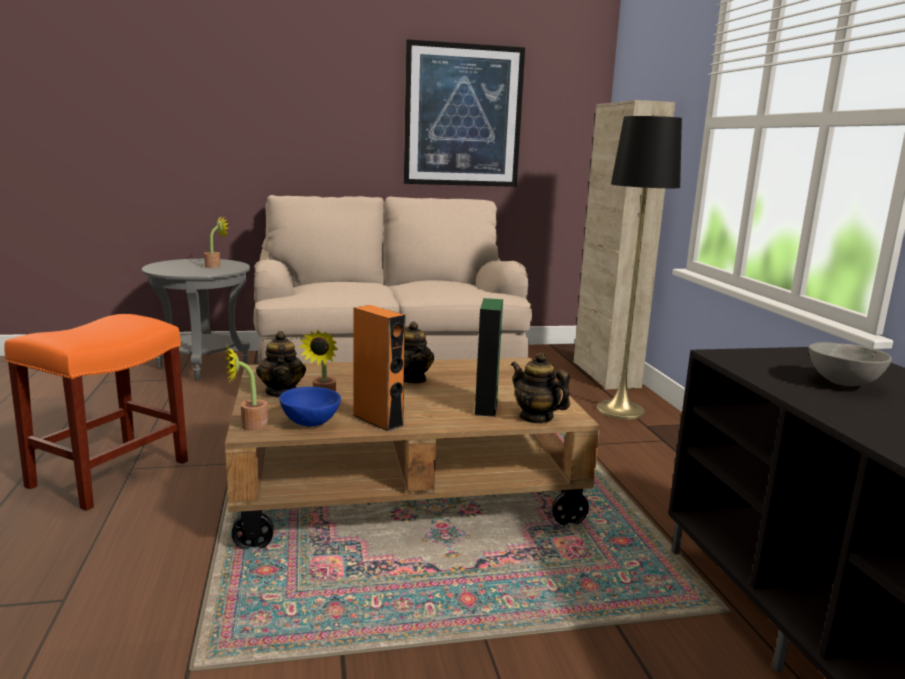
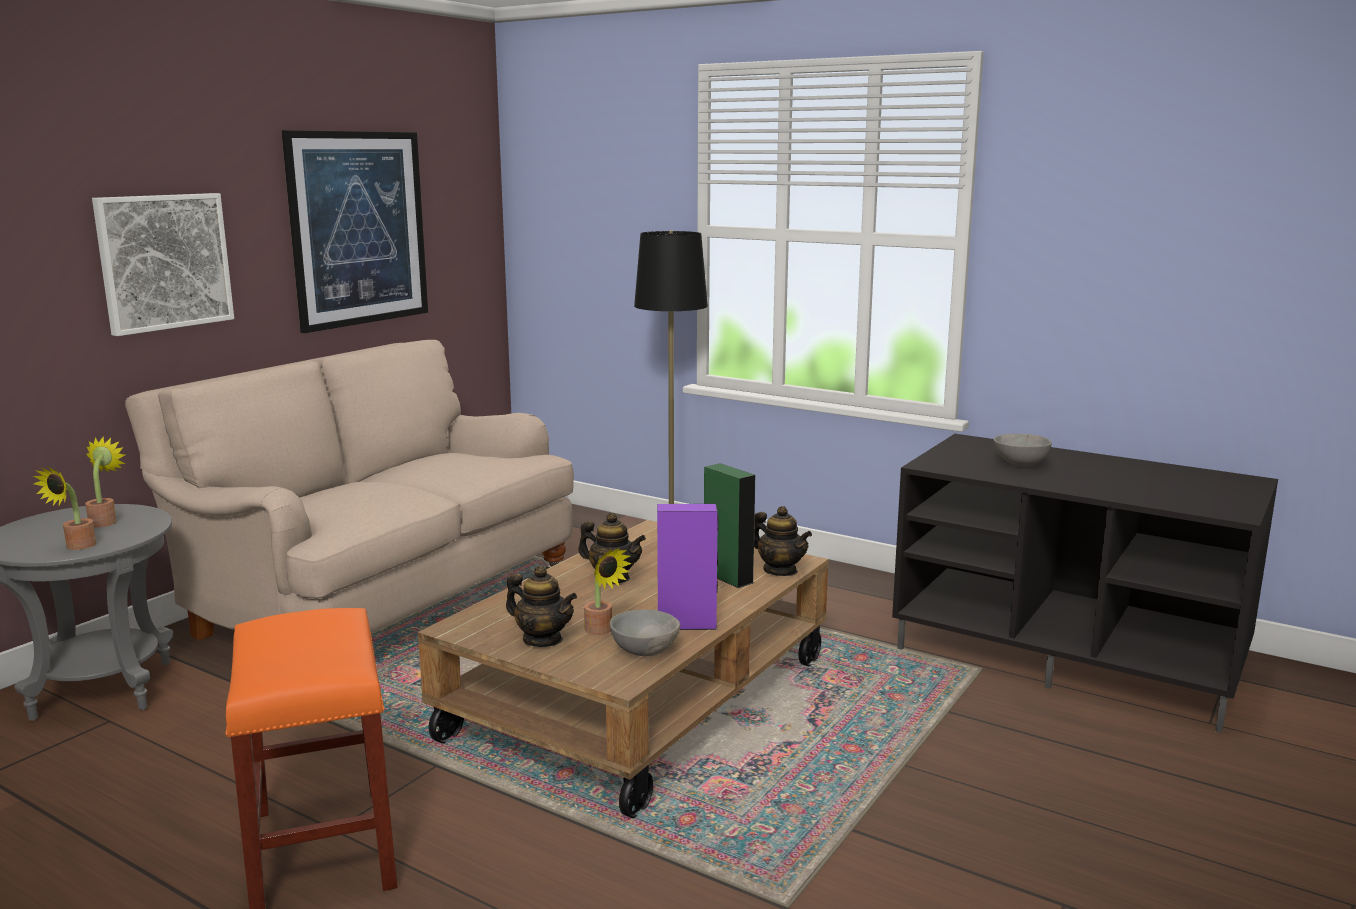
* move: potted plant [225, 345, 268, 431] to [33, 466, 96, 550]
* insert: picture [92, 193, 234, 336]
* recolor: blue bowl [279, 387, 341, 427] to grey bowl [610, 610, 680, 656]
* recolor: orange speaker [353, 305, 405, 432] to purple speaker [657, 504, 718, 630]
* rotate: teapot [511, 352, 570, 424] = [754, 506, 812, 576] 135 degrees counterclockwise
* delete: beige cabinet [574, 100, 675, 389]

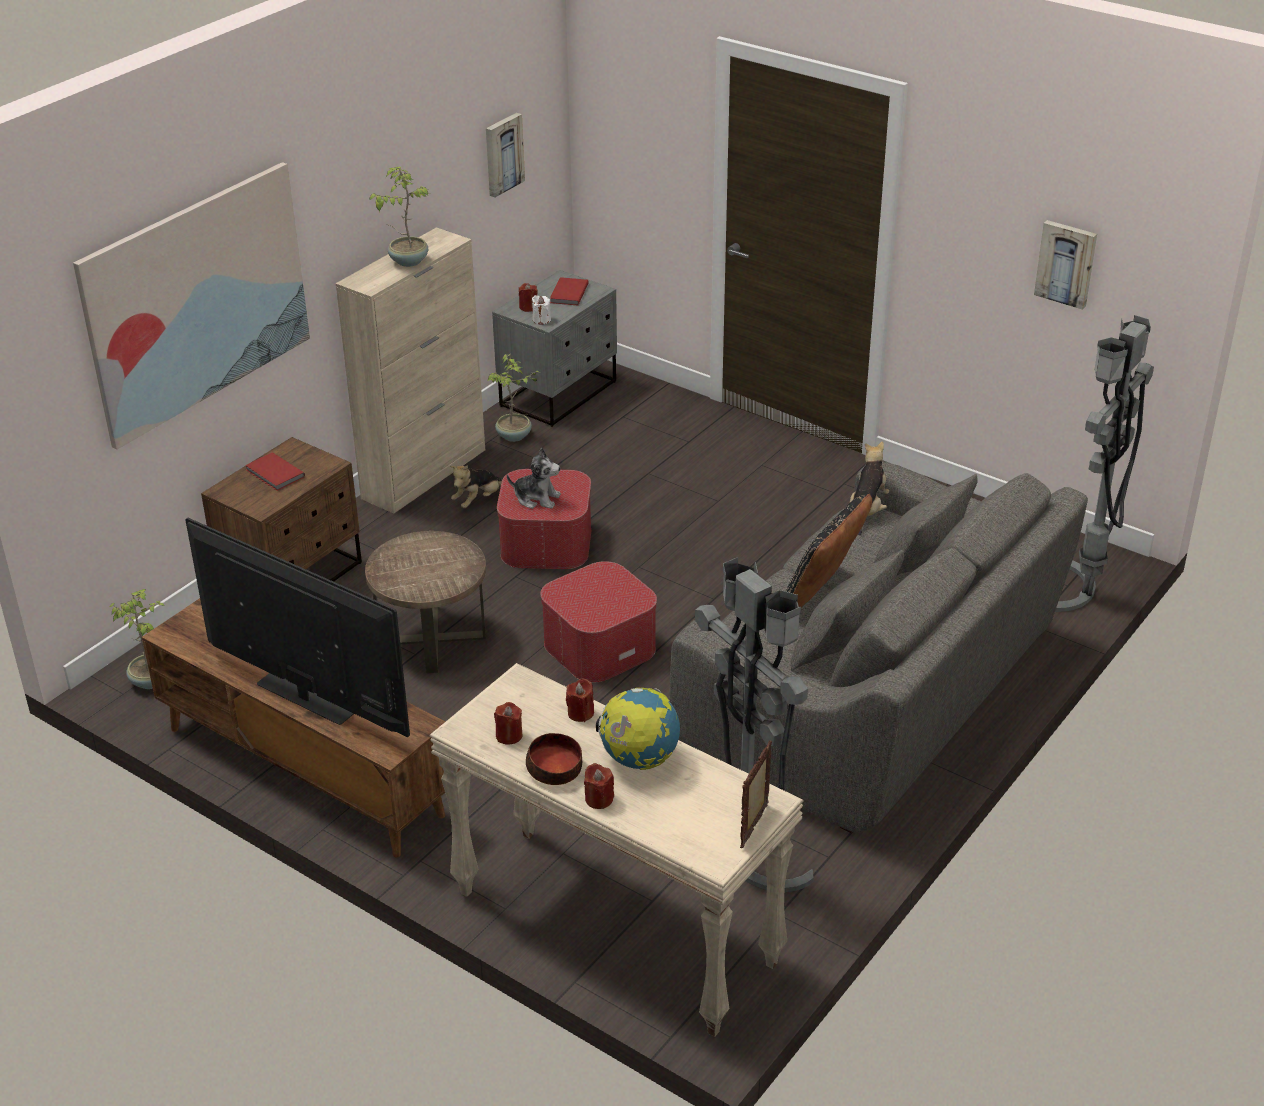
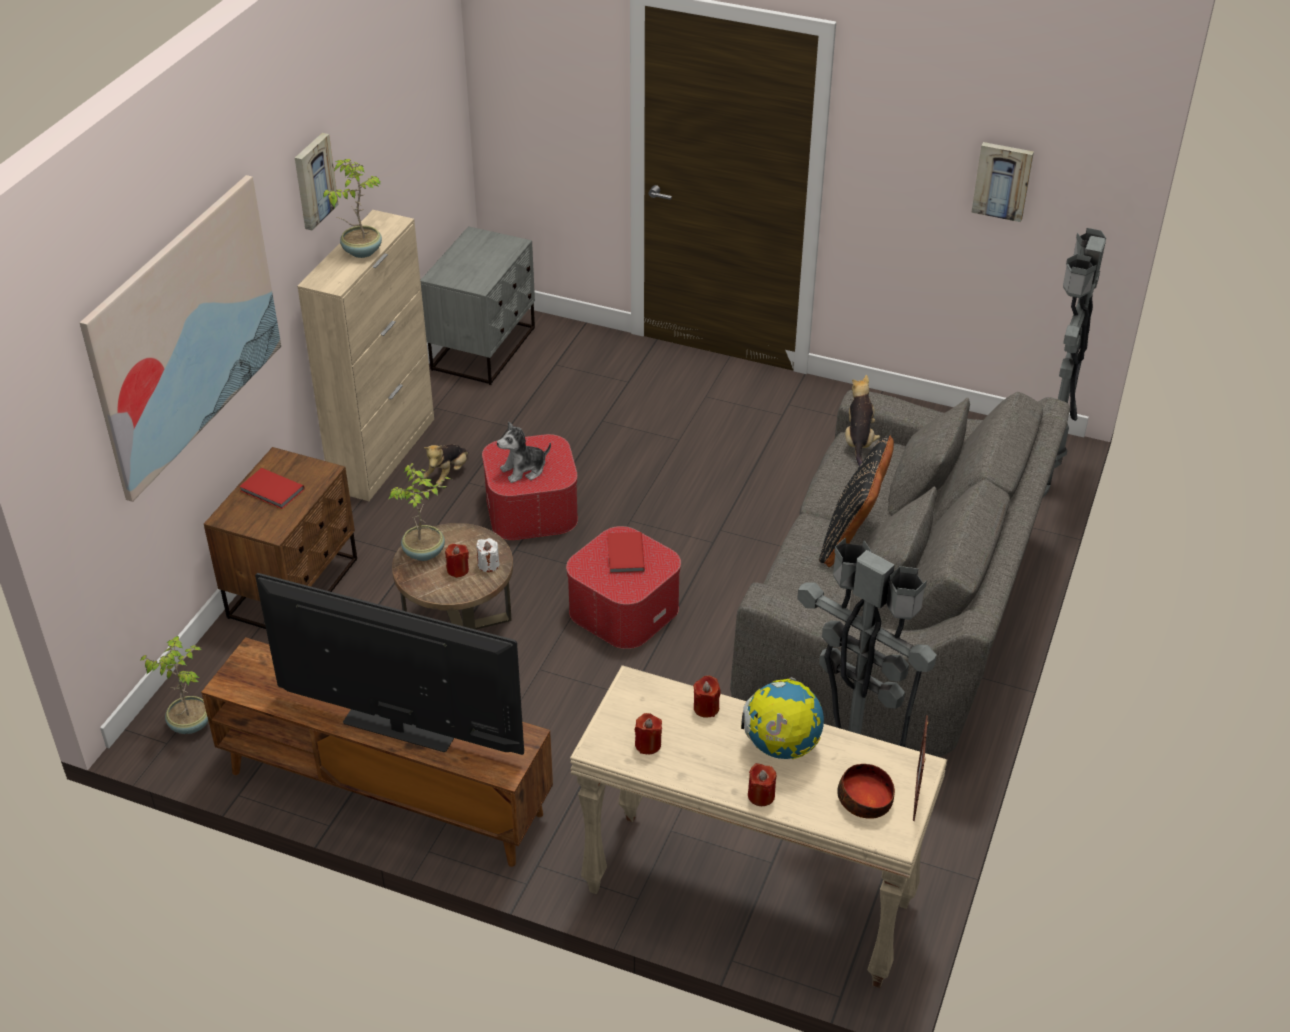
* move: picture [486, 113, 525, 197] to [295, 133, 339, 230]
* move: potted plant [487, 354, 539, 442] to [389, 463, 450, 561]
* move: red candle [519, 283, 538, 312] to [445, 544, 469, 578]
* move: white candle [532, 295, 551, 325] to [476, 538, 499, 572]
* rotate: plush toy [507, 448, 561, 509] = [497, 421, 551, 483] 150 degrees clockwise
* move: red book [550, 277, 589, 305] to [607, 532, 645, 573]
* move: bowl [526, 733, 582, 785] to [837, 764, 895, 819]

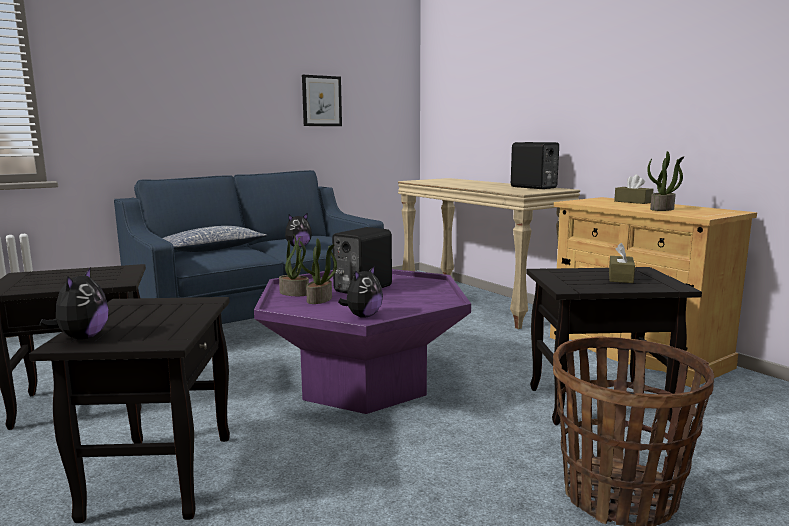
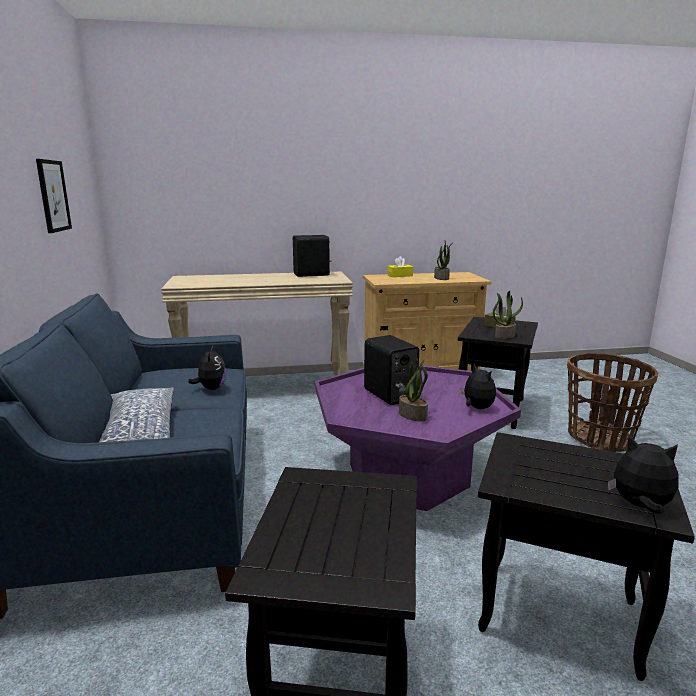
* recolor: brown tissue box [614, 175, 653, 204] to yellow tissue box [388, 256, 413, 277]
* move: potted plant [279, 235, 309, 296] to [493, 291, 523, 339]

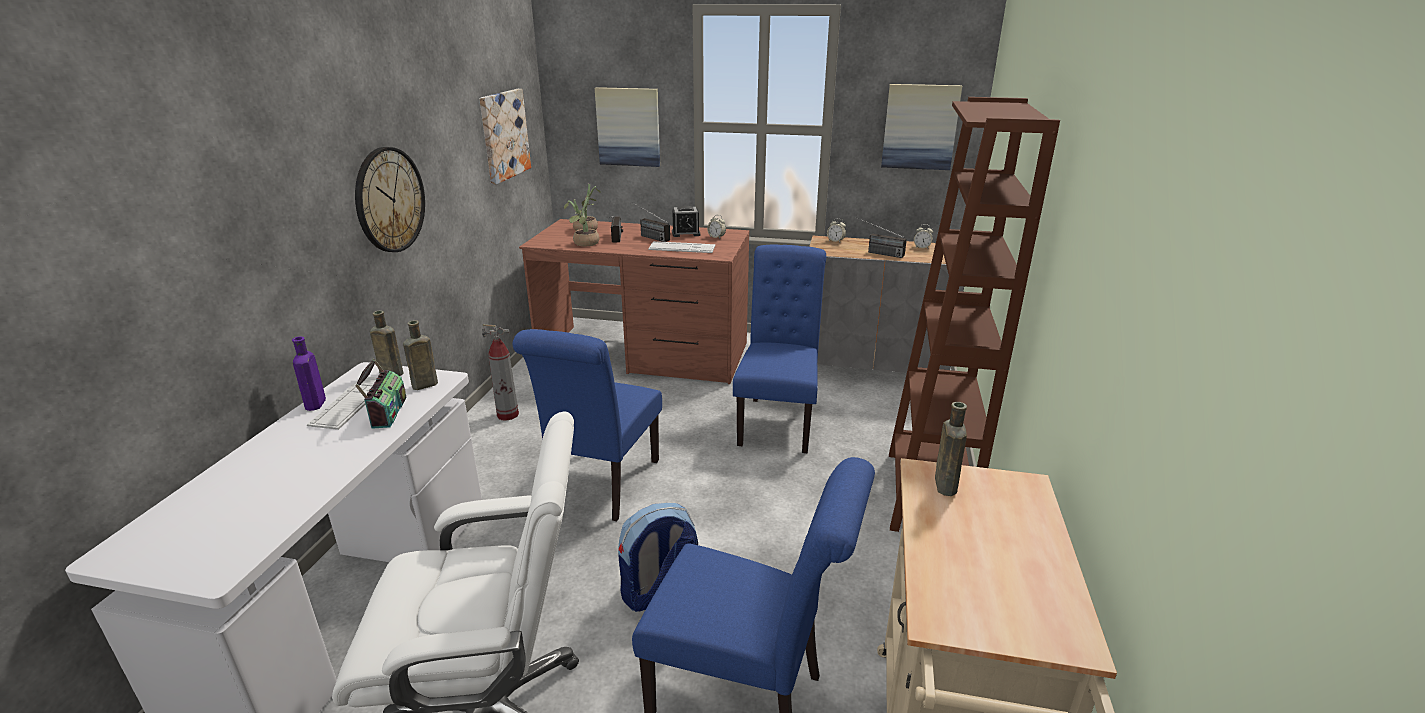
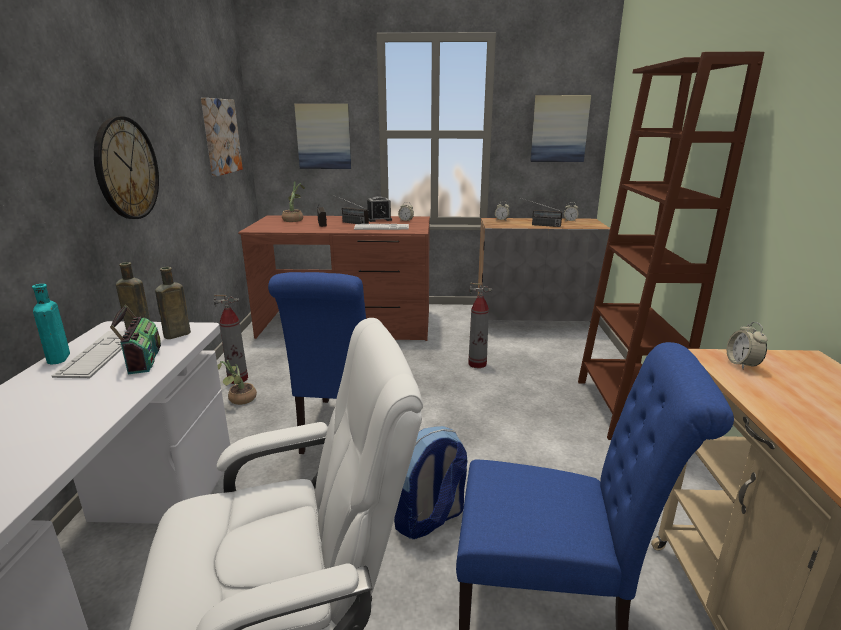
* recolor: purple bottle [292, 337, 326, 411] to turquoise bottle [32, 284, 70, 365]
* move: potted plant [564, 199, 600, 246] to [217, 360, 257, 405]
* replace: blue chair [733, 245, 826, 454] to fire extinguisher [468, 283, 492, 368]
* replace: brown bottle [935, 402, 967, 496] to alarm clock [727, 322, 767, 369]

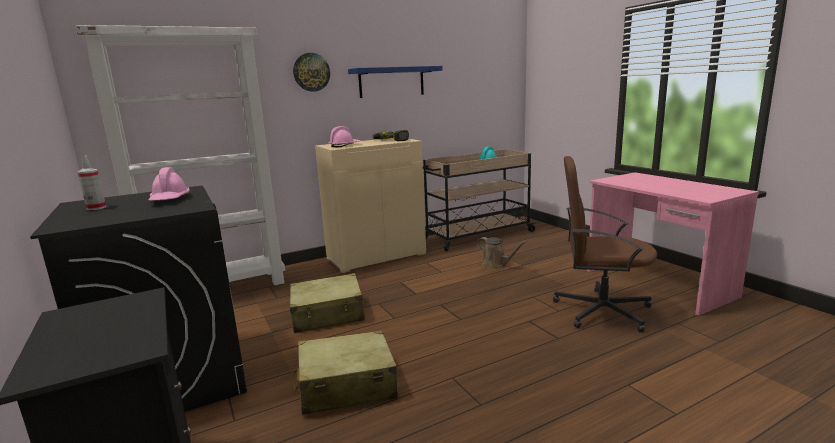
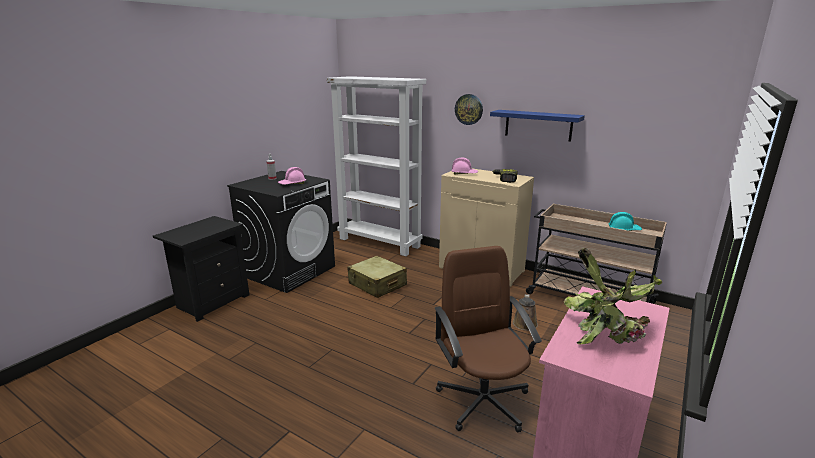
* insert: potted plant [564, 248, 662, 344]
* delete: beige suitcase [292, 330, 398, 415]

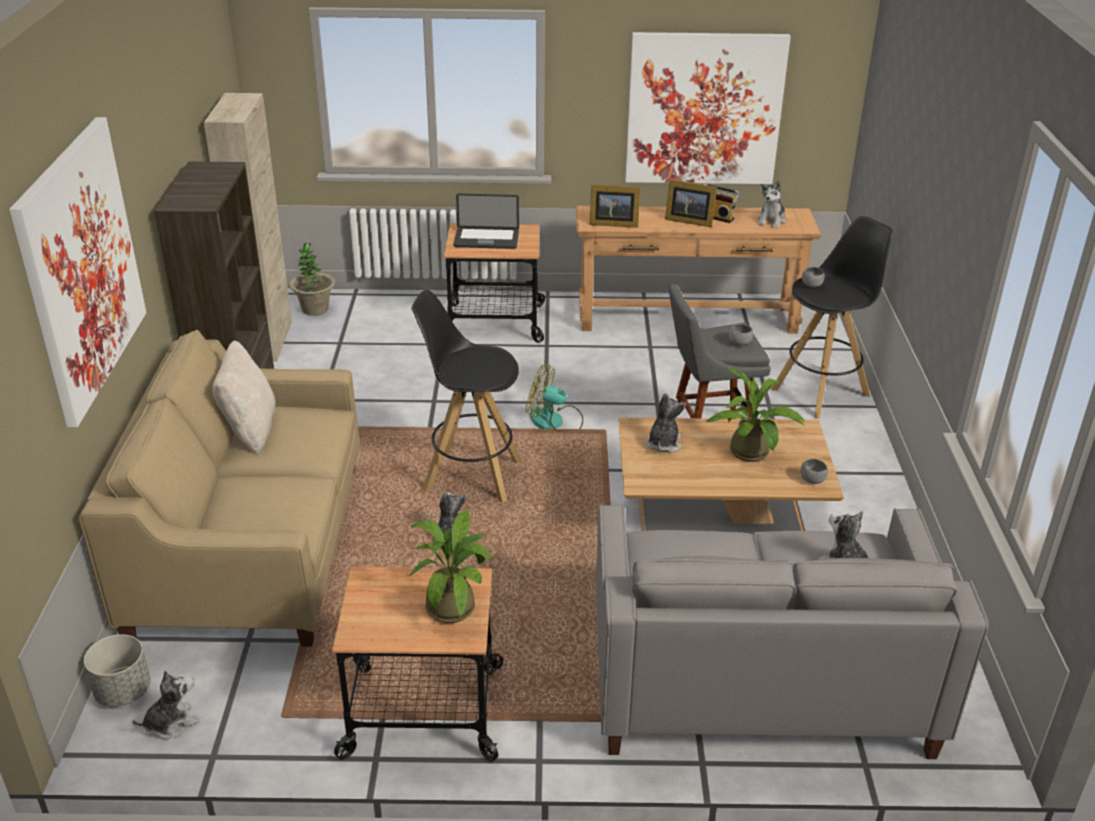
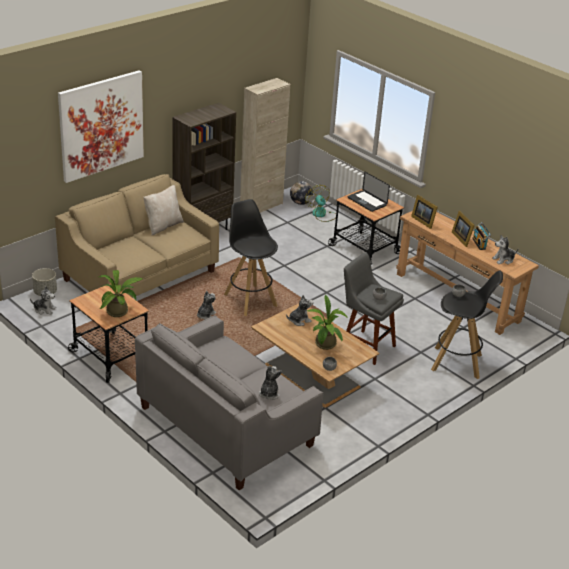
* replace: potted plant [289, 243, 335, 316] to globe [290, 181, 313, 205]
* move: fan [526, 364, 583, 432] to [305, 185, 336, 222]
* delete: picture [625, 32, 791, 184]

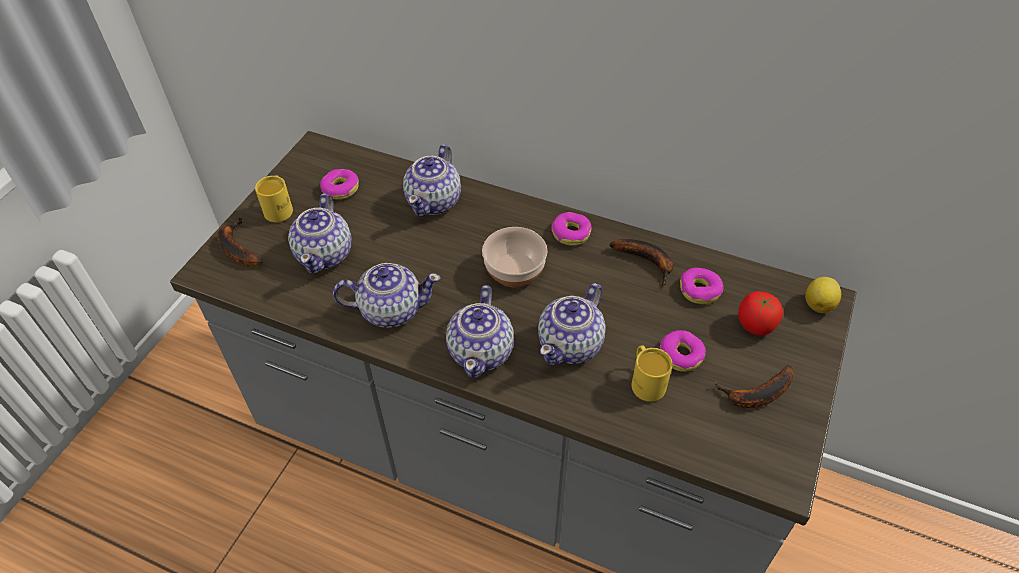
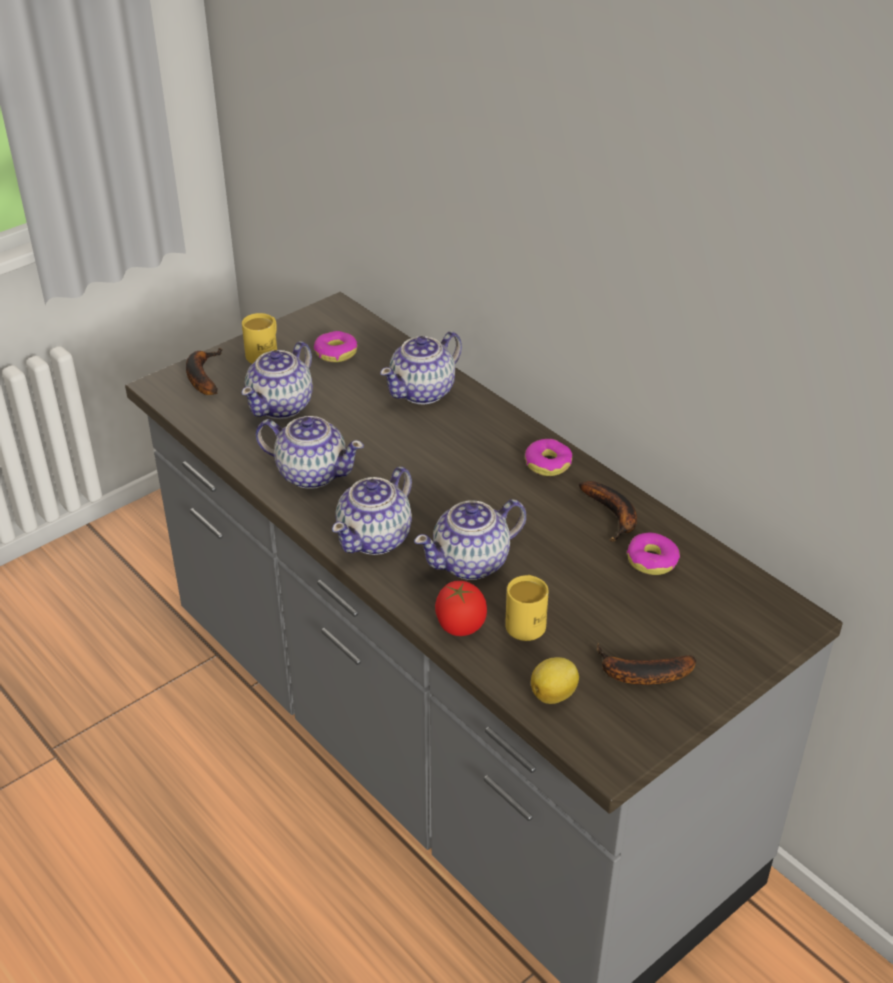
* move: tomato [738, 291, 783, 336] to [435, 581, 487, 636]
* move: lemon [805, 277, 841, 313] to [531, 657, 579, 704]
* delete: bowl [482, 227, 548, 288]
* delete: donut [660, 330, 706, 372]

